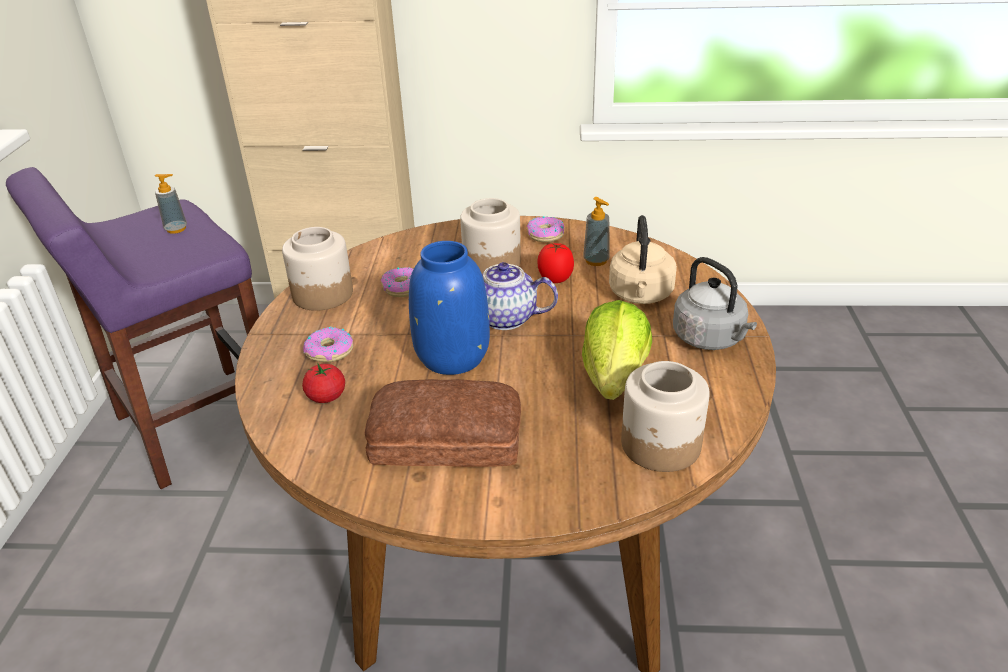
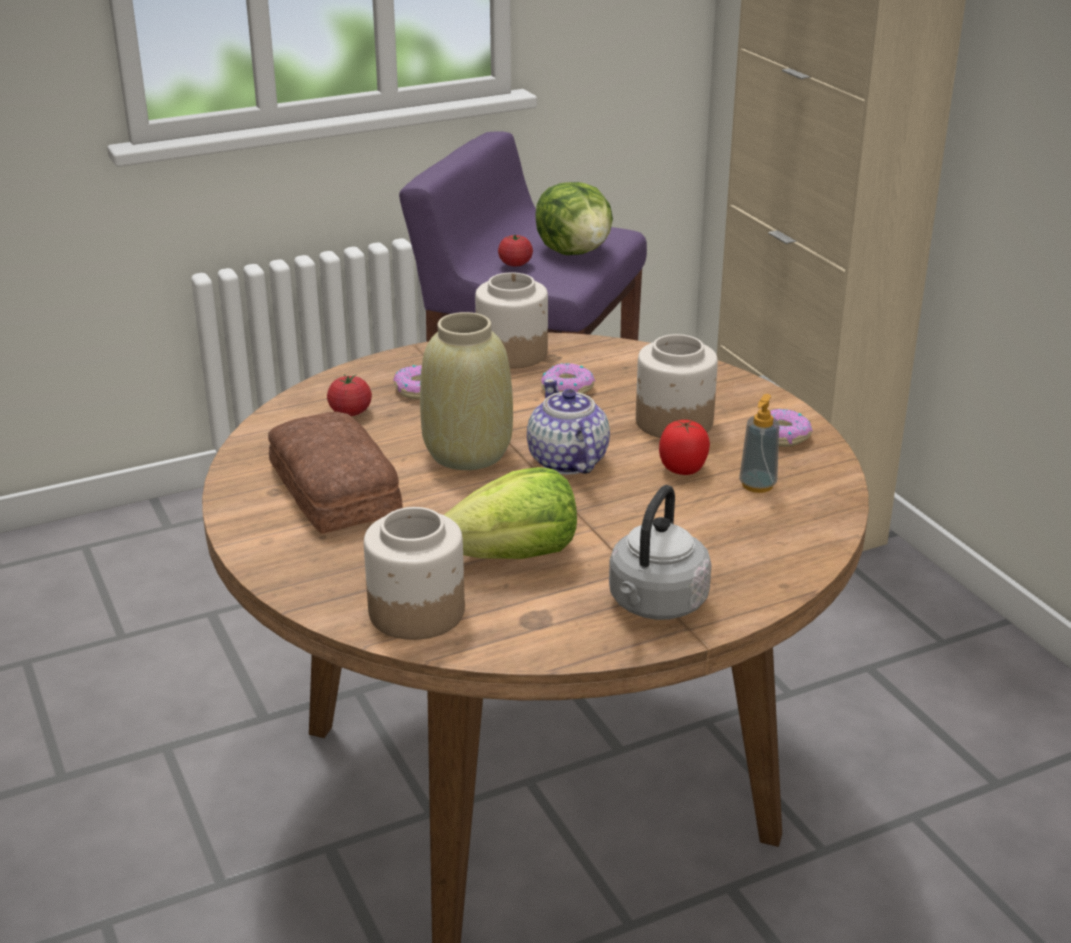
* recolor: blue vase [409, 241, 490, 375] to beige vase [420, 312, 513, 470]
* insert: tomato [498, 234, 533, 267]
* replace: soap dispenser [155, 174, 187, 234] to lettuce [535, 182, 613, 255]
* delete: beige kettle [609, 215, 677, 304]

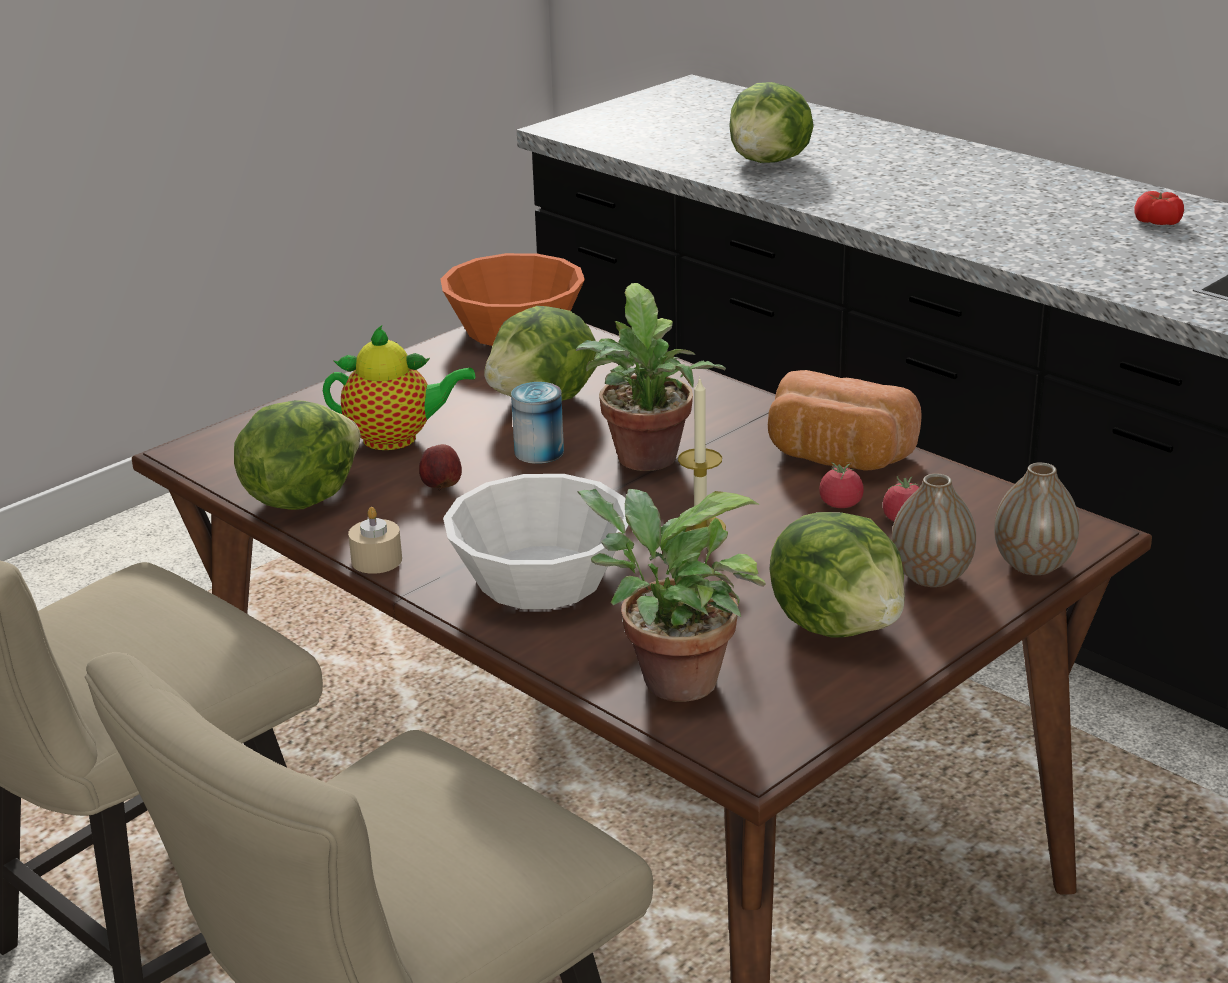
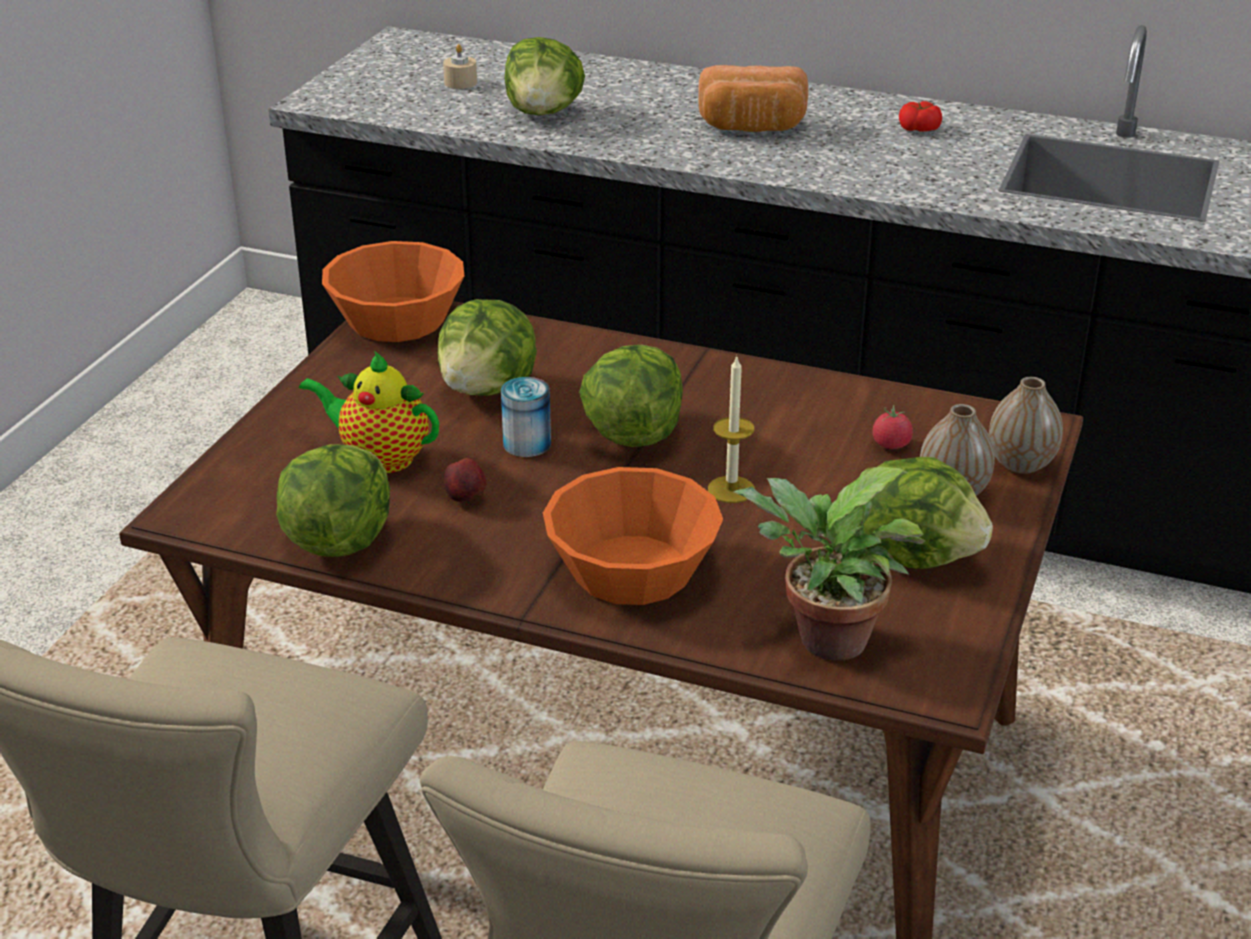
* rotate: teapot [323, 325, 475, 450] = [299, 351, 439, 473] 135 degrees counterclockwise
* move: beige candle [348, 507, 402, 574] to [443, 44, 477, 89]
* recolor: white bowl [443, 474, 629, 609] to orange bowl [543, 467, 723, 605]
* replace: potted plant [576, 283, 726, 471] to lettuce [579, 345, 683, 447]
* move: bread [768, 370, 922, 470] to [698, 65, 808, 132]
* delete: tomato [819, 462, 864, 508]

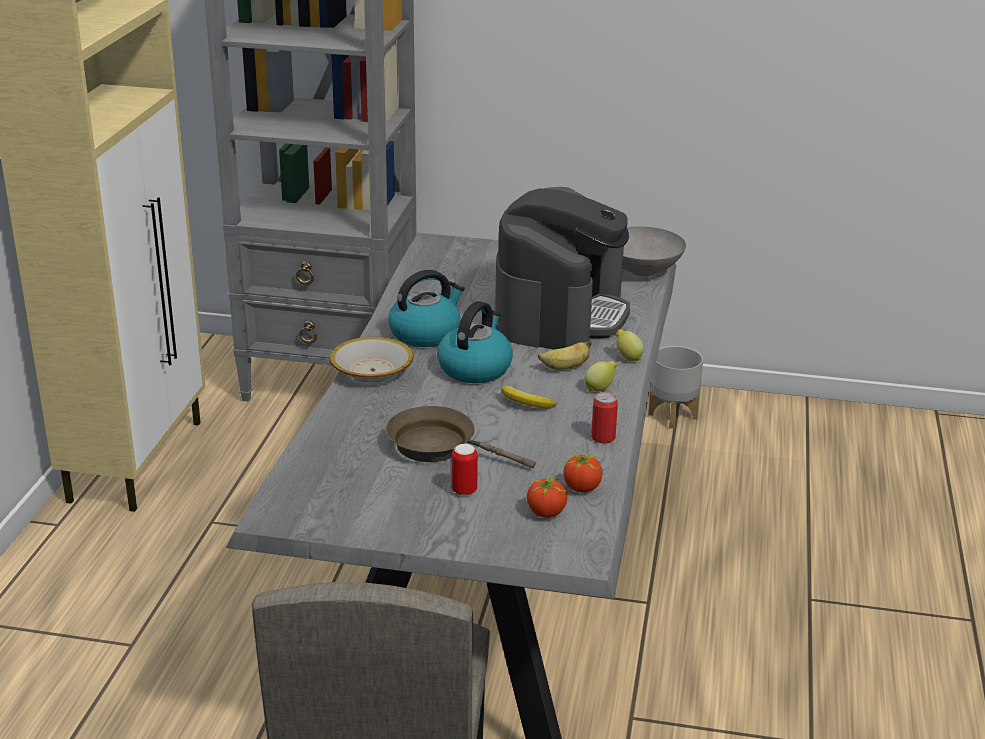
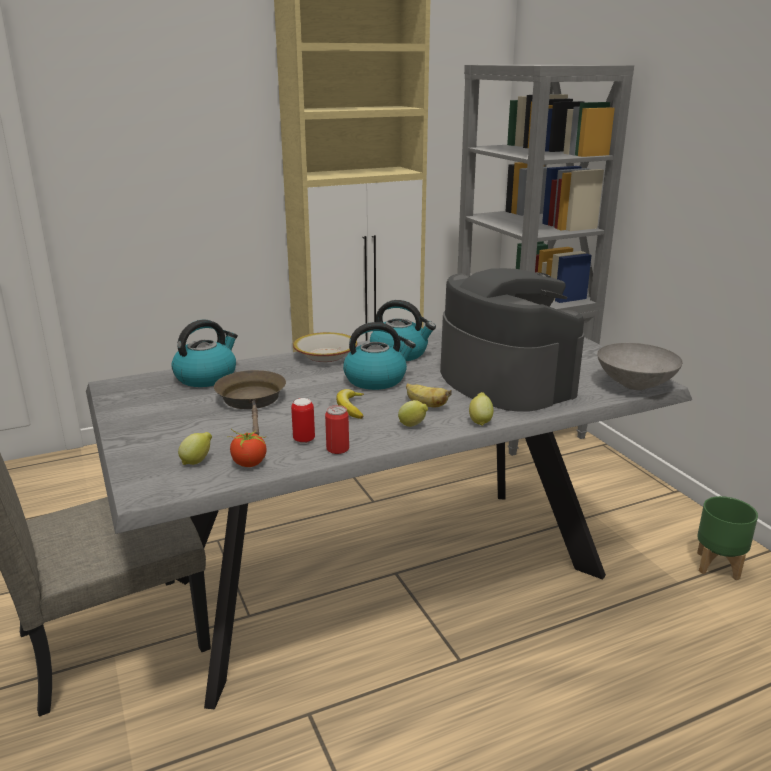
* insert: kettle [171, 320, 238, 387]
* replace: tomato [527, 475, 567, 518] to lemon [178, 432, 212, 465]
* move: can [451, 444, 478, 496] to [291, 398, 315, 443]
* rotate: coffee machine [495, 187, 630, 350] = [440, 268, 584, 412] 105 degrees counterclockwise
* recolor: grey planter [648, 346, 703, 429] to green planter [697, 496, 758, 580]

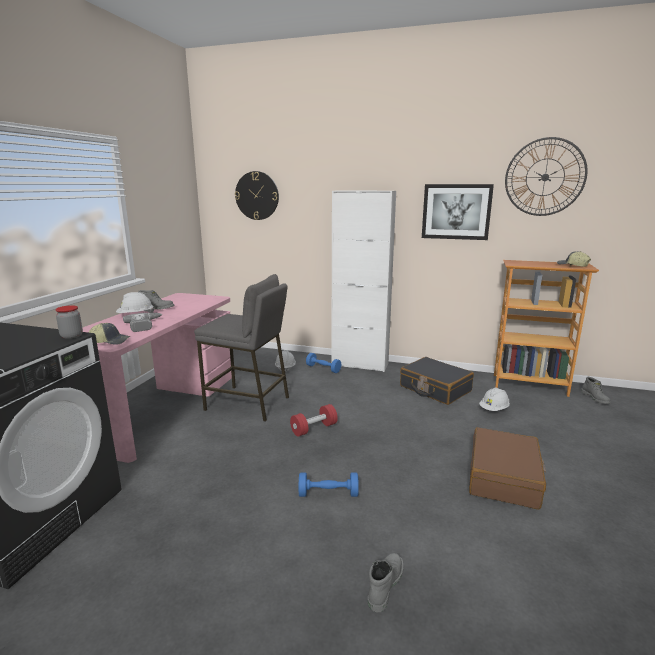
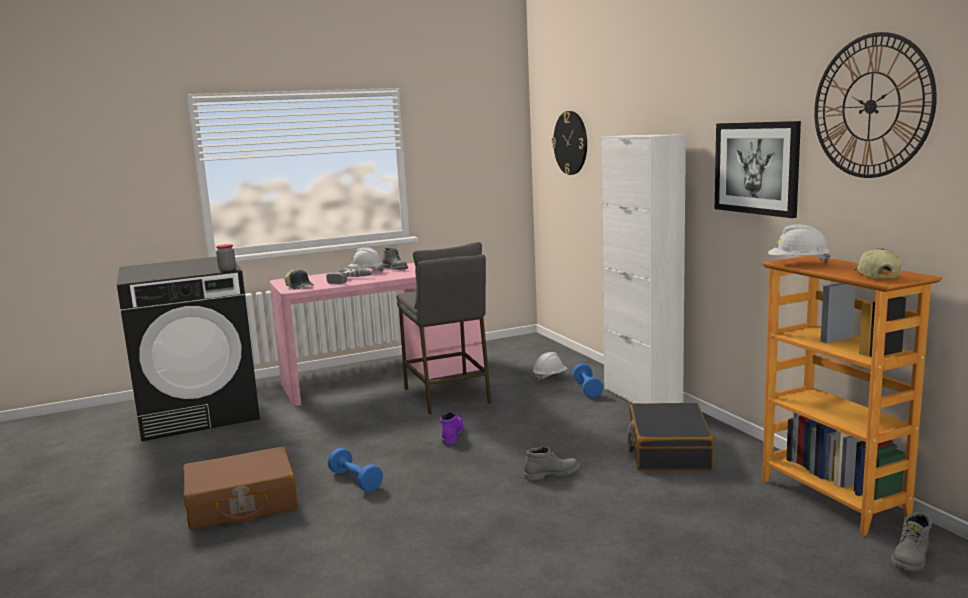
* move: brown suitcase [469, 427, 546, 510] to [183, 447, 298, 530]
* replace: red dumbbell [290, 404, 338, 437] to purple boot [440, 412, 464, 445]
* move: grey boot [368, 553, 403, 612] to [524, 447, 580, 480]
* move: white hard hat [479, 387, 510, 411] to [768, 224, 830, 263]

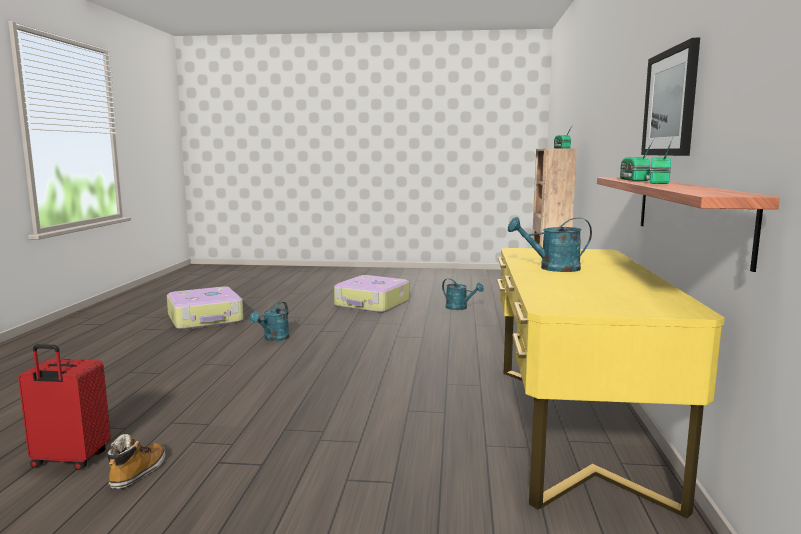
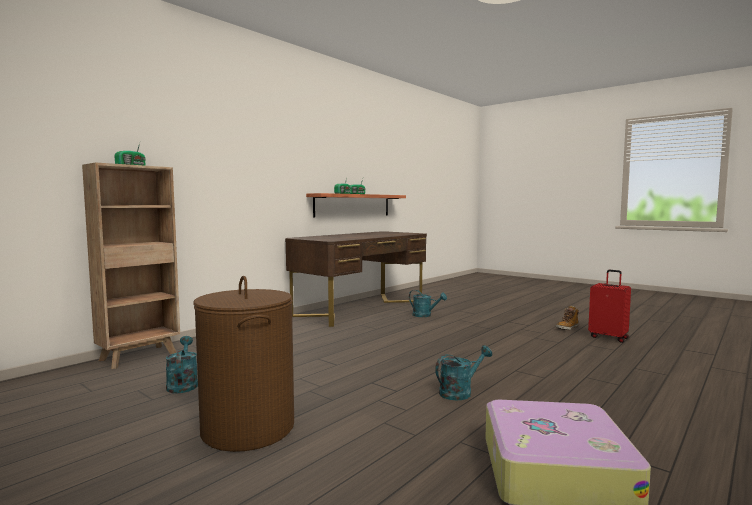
* replace: suitcase [334, 275, 409, 313] to brown laundry basket [193, 276, 294, 452]
* recolor: yellow desk [497, 248, 725, 518] to brown desk [285, 231, 427, 327]
* move: turquoise watering can [508, 217, 592, 272] to [409, 290, 447, 317]
* delete: picture [641, 38, 700, 156]

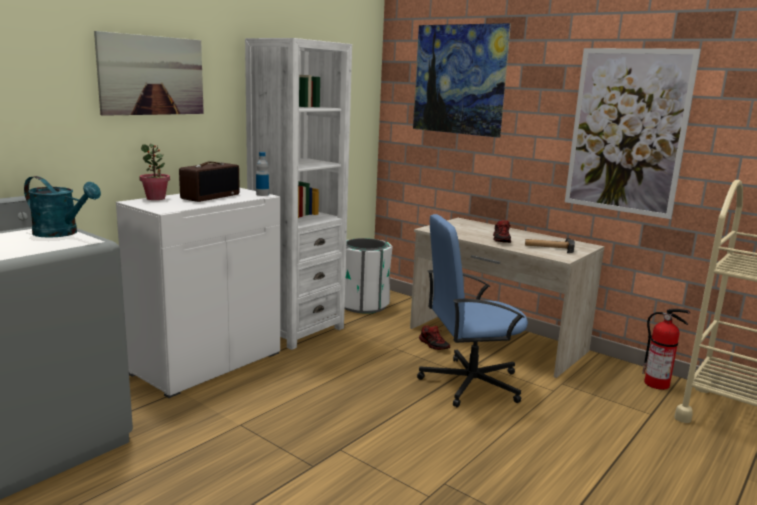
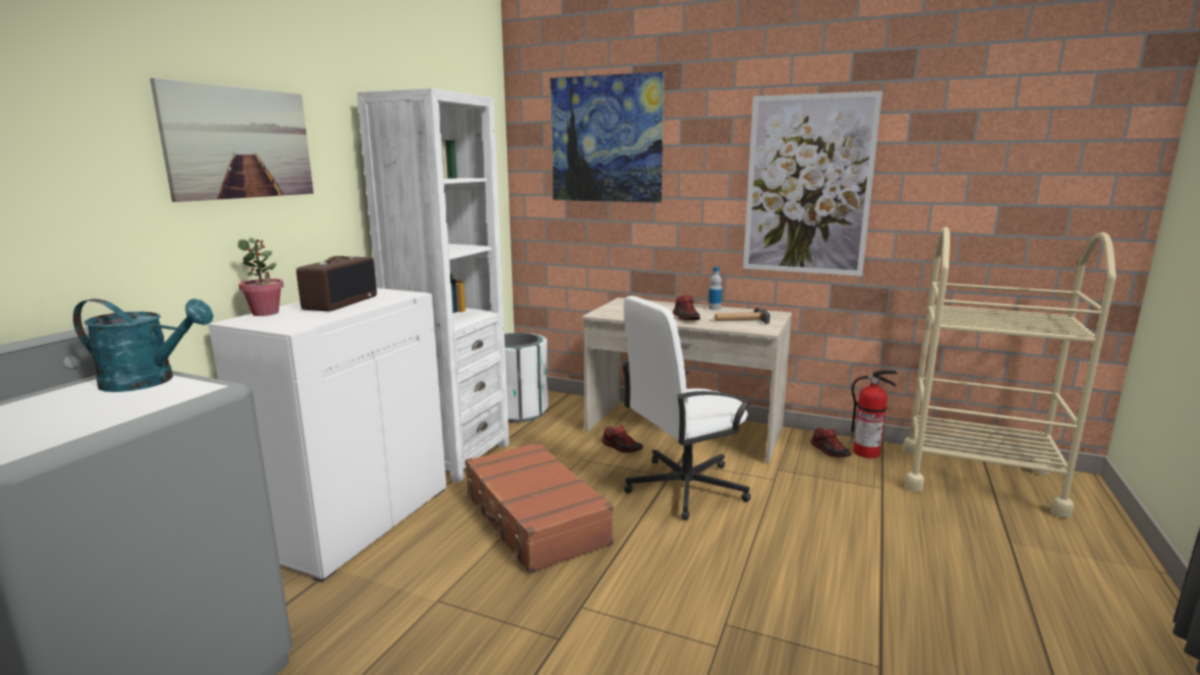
* insert: brown suitcase [465, 442, 614, 574]
* recolor: blue office chair [417, 214, 528, 407] to white office chair [621, 296, 752, 521]
* move: bottle [256, 152, 269, 196] to [708, 267, 722, 310]
* insert: shoe [810, 428, 852, 457]

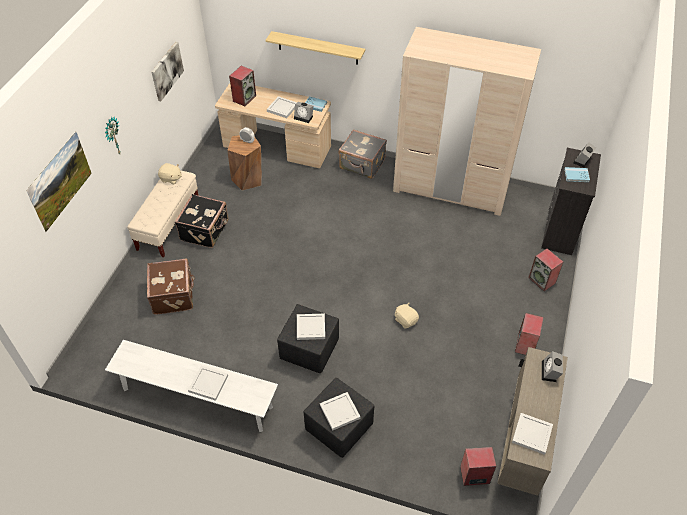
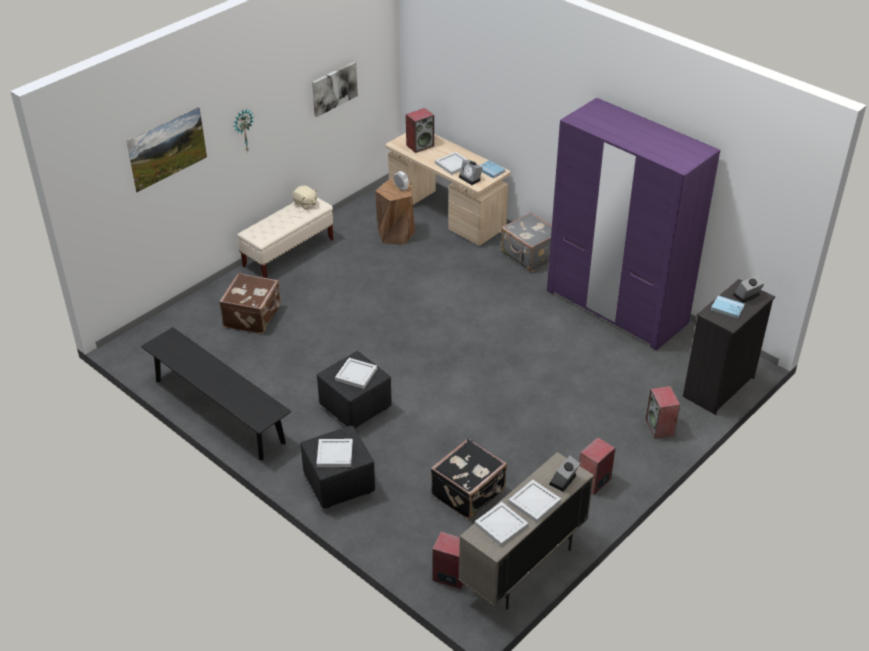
* recolor: white bench [105, 340, 278, 432] to black bench [141, 327, 291, 460]
* move: black suitcase [175, 194, 228, 248] to [431, 438, 507, 519]
* move: white tray [188, 366, 228, 401] to [508, 480, 561, 523]
* recolor: beige wardrobe [393, 27, 541, 216] to purple wardrobe [547, 98, 720, 350]
* delete: shelf [265, 31, 365, 65]
* delete: beige plush toy [395, 303, 419, 329]

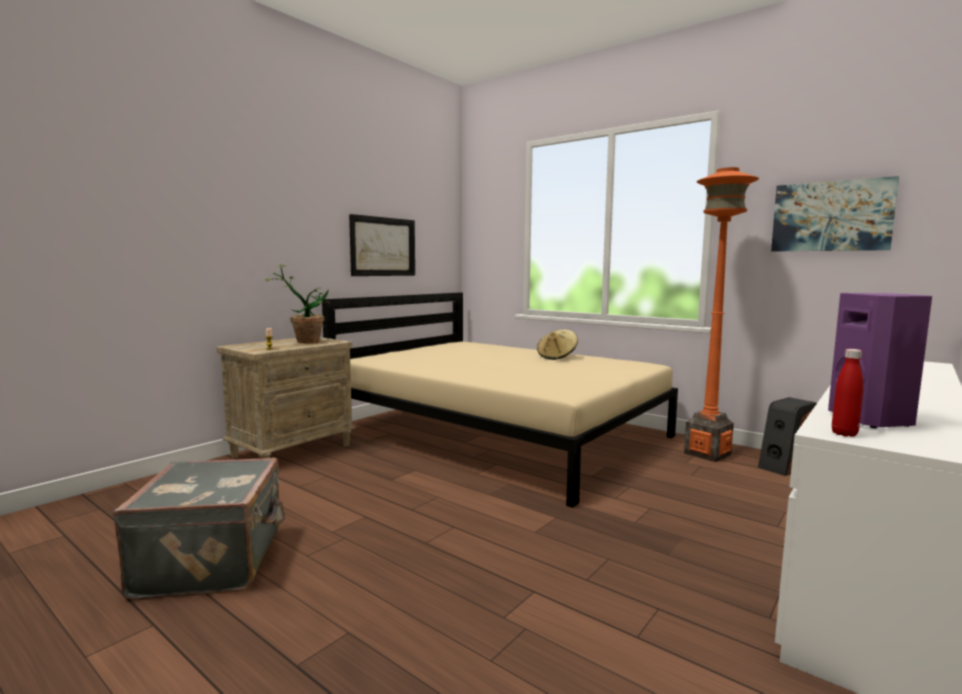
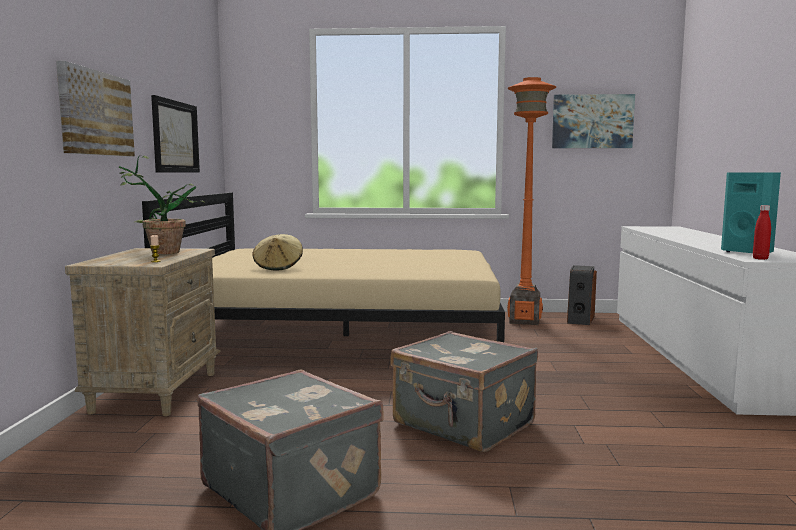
* insert: picture [56, 61, 135, 156]
* move: beige hat [537, 330, 578, 360] to [252, 234, 303, 271]
* insert: grey suitcase [390, 331, 538, 452]
* recolor: purple speaker [828, 293, 932, 428] to turquoise speaker [721, 172, 781, 253]

